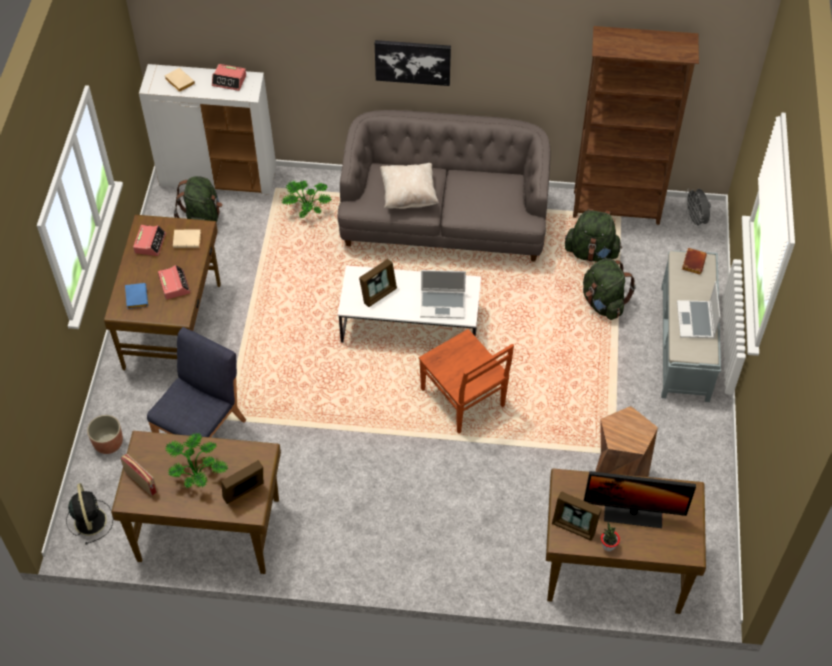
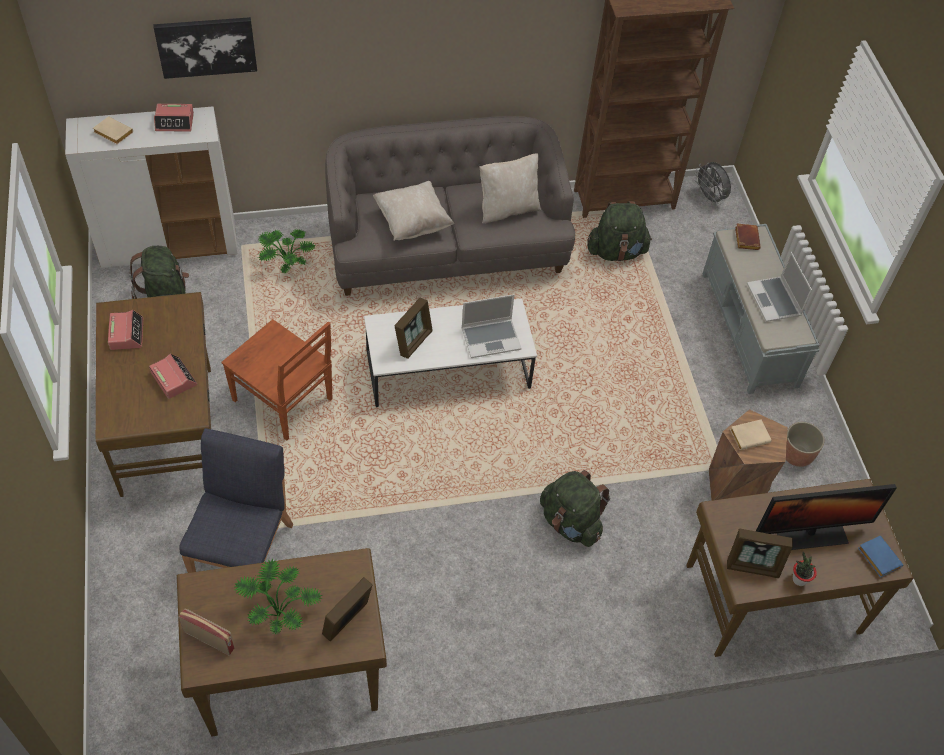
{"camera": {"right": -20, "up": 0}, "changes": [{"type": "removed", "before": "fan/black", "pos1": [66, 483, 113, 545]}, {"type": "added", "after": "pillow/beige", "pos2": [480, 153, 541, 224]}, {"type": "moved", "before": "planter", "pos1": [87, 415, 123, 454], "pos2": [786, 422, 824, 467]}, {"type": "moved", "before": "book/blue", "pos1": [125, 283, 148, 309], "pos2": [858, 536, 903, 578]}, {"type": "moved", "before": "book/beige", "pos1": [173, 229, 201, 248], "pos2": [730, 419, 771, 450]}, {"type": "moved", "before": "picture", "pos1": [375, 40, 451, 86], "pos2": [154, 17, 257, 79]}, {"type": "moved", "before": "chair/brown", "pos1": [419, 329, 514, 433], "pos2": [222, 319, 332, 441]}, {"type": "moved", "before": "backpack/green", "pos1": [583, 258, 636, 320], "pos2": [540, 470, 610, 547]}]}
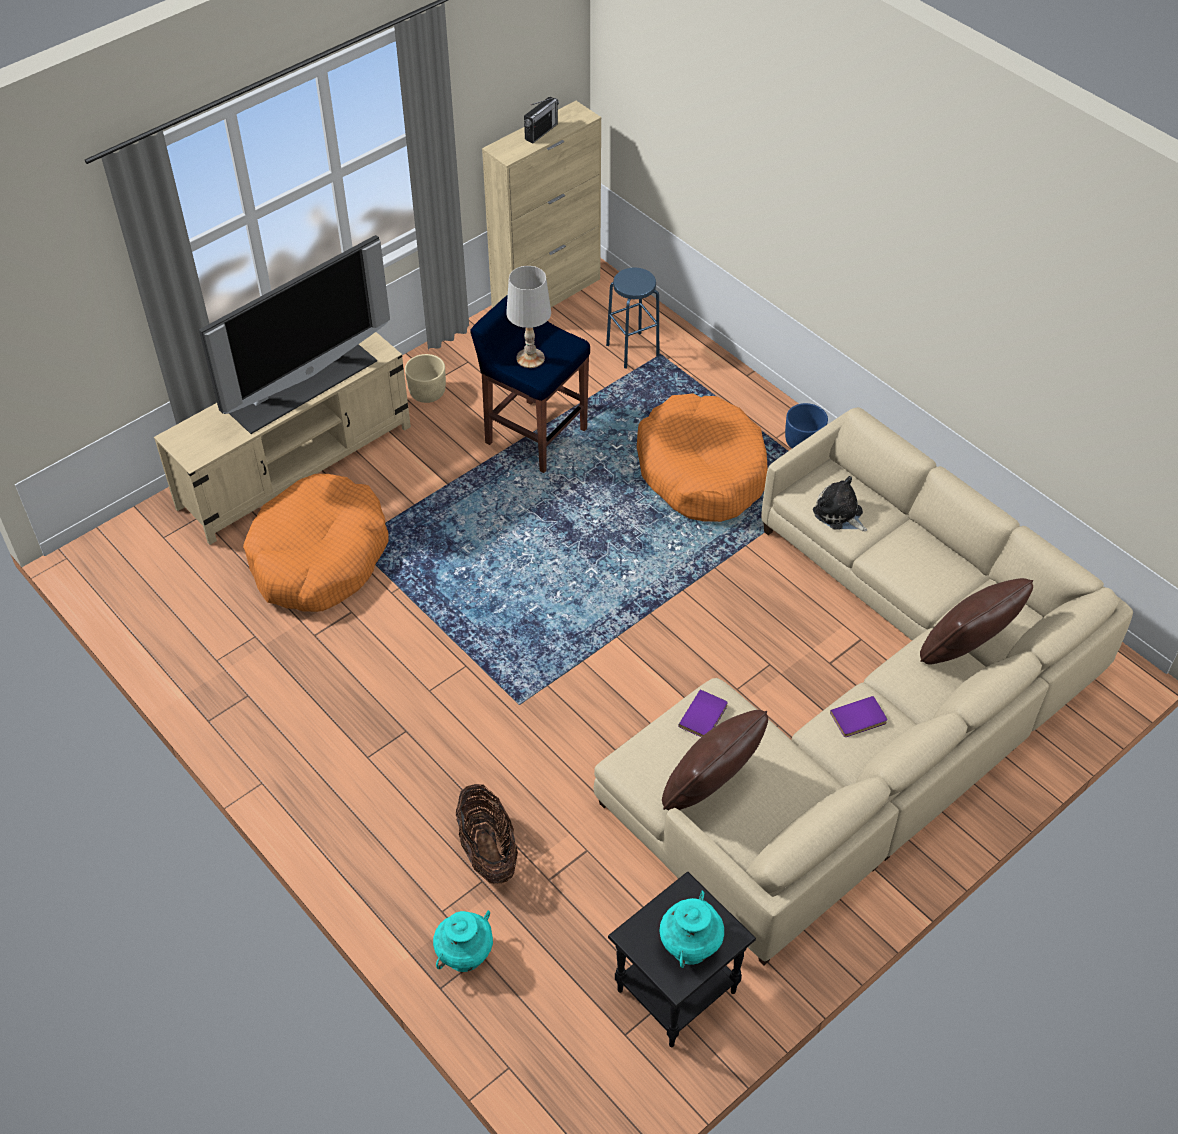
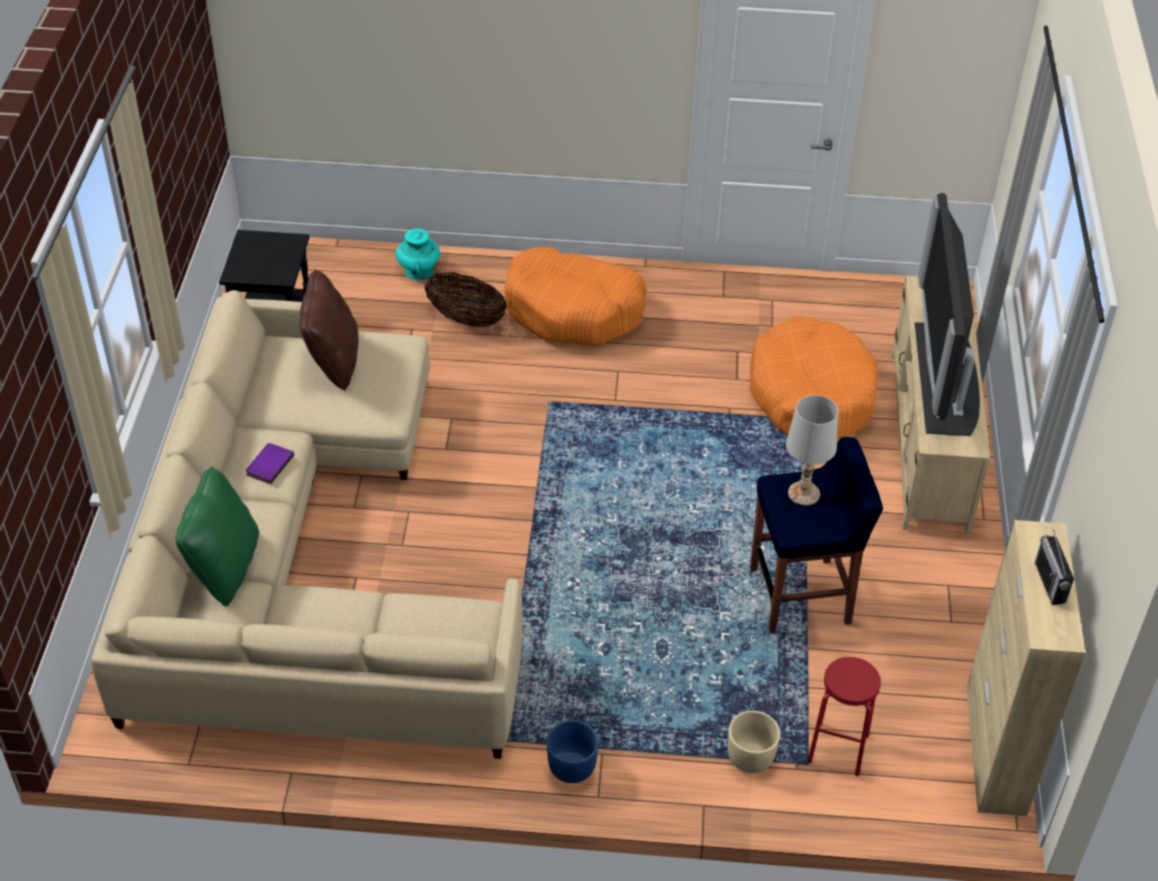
{"camera": {"right": 135, "up": -5}, "changes": [{"type": "removed", "before": "vase/turquoise", "pos1": [659, 891, 724, 968]}, {"type": "removed", "before": "book/purple", "pos1": [678, 689, 728, 737]}, {"type": "removed", "before": "plush toy", "pos1": [813, 476, 867, 531]}, {"type": "moved", "before": "planter/beige", "pos1": [405, 354, 446, 403], "pos2": [728, 711, 780, 773]}, {"type": "moved", "before": "dog bed/orange", "pos1": [637, 393, 768, 522], "pos2": [504, 247, 647, 345]}, {"type": "recoloured", "before": "stool/blue", "after": "stool/red", "pos1": [606, 268, 659, 369], "pos2": [807, 657, 881, 776]}, {"type": "recoloured", "before": "pillow/brown", "after": "pillow/green", "pos1": [920, 578, 1033, 665], "pos2": [176, 467, 259, 606]}]}
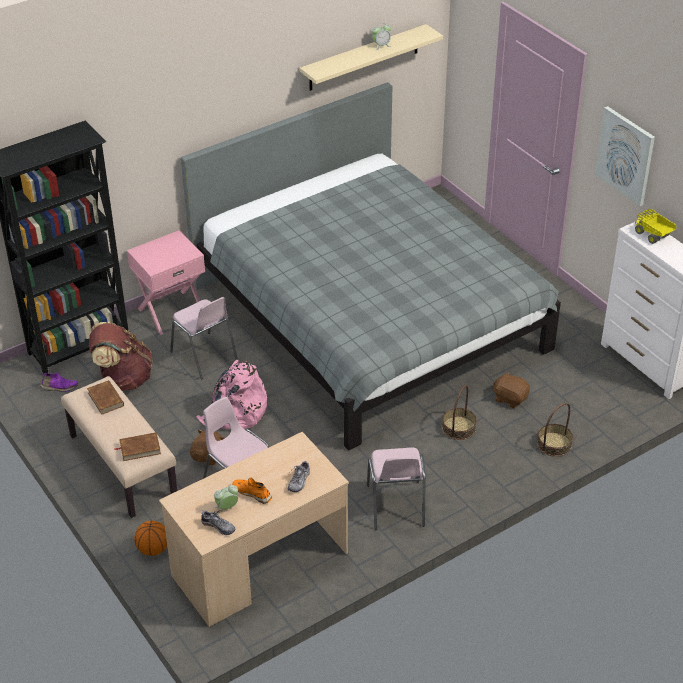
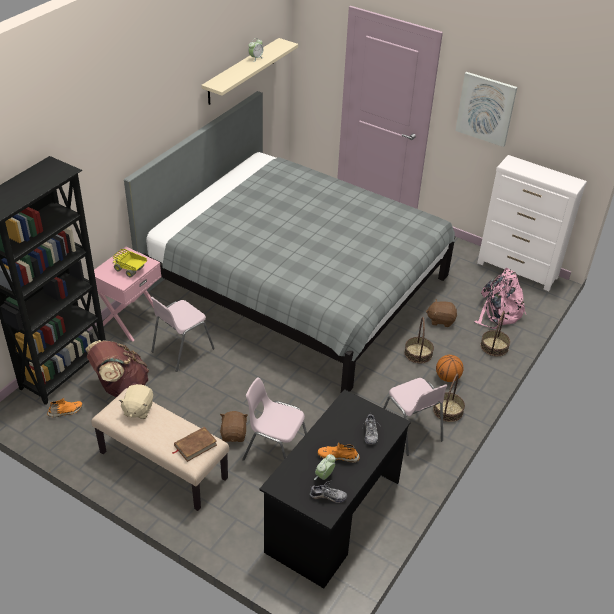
{"camera": {"right": -25, "up": 0}, "changes": [{"type": "added", "after": "basket", "pos2": [433, 374, 465, 422]}, {"type": "moved", "before": "basketball", "pos1": [134, 521, 167, 556], "pos2": [436, 355, 464, 382]}, {"type": "moved", "before": "backpack/pink", "pos1": [196, 360, 267, 430], "pos2": [475, 268, 526, 329]}, {"type": "moved", "before": "toy truck", "pos1": [635, 209, 676, 244], "pos2": [113, 249, 147, 278]}, {"type": "replaced", "before": "book/brown", "after": "plush toy/beige", "pos1": [87, 380, 124, 415], "pos2": [119, 384, 153, 419]}, {"type": "recoloured", "before": "shoe/purple", "after": "shoe/orange", "pos1": [40, 372, 78, 392], "pos2": [47, 398, 82, 417]}, {"type": "recoloured", "before": "desk/beige", "after": "desk/black", "pos1": [159, 432, 349, 627], "pos2": [260, 389, 411, 588]}, {"type": "turned", "before": "chair/pink", "pos1": [170, 297, 238, 379], "pos2": [151, 297, 215, 372], "turn": 105}]}
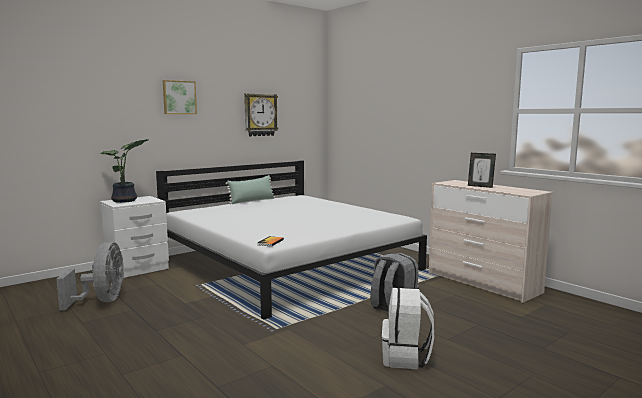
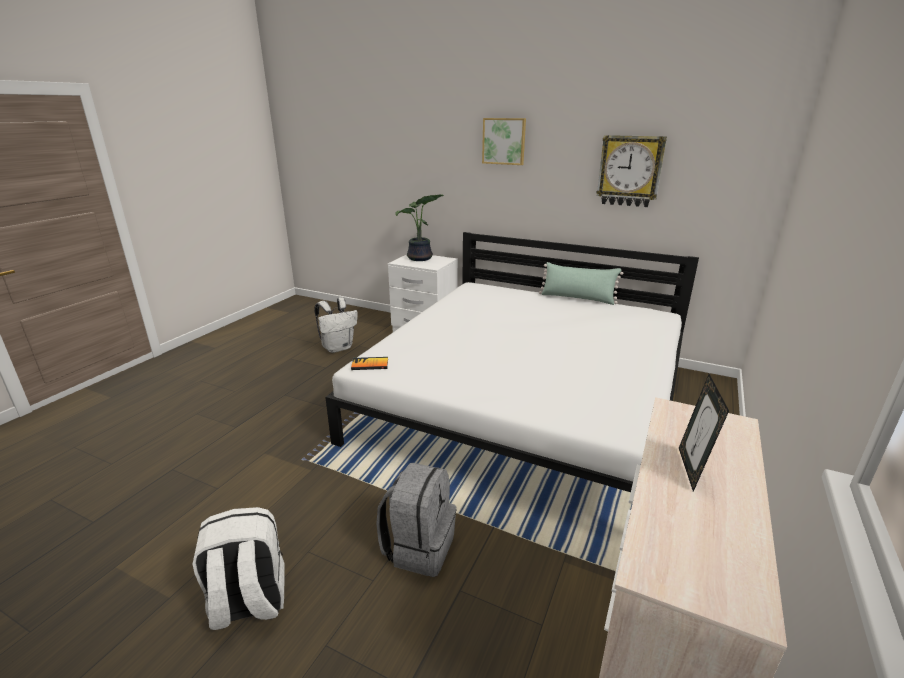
{"camera": {"right": 65, "up": 15}, "changes": [{"type": "replaced", "before": "fan/grey", "after": "backpack/white", "pos1": [56, 242, 124, 310], "pos2": [315, 297, 358, 353]}]}
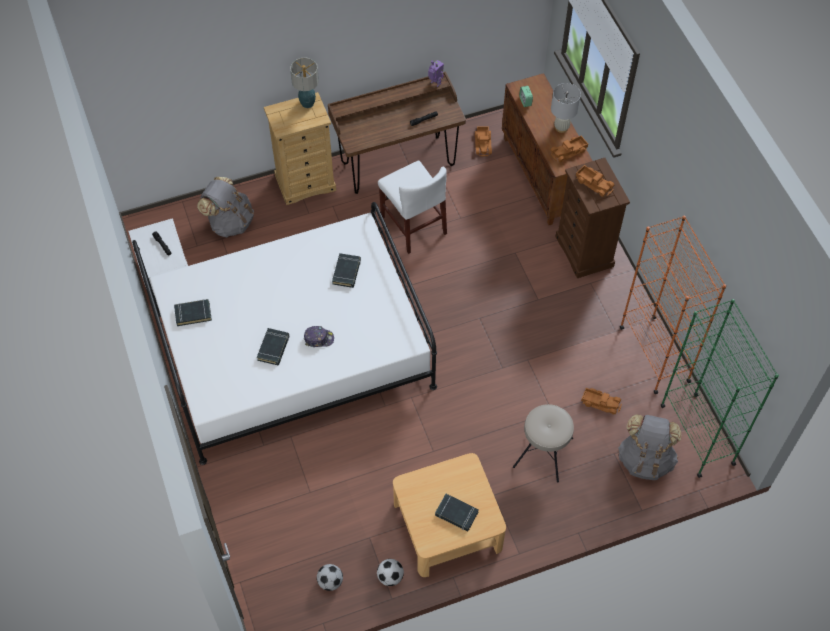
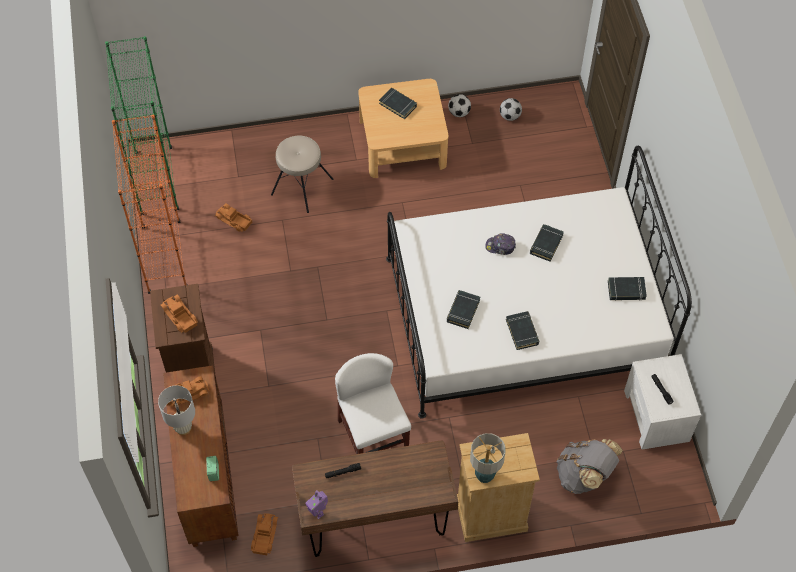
{"camera": {"right": -170, "up": 0}, "changes": [{"type": "removed", "before": "backpack/grey", "pos1": [618, 414, 681, 480]}, {"type": "added", "after": "book/black", "pos2": [506, 311, 539, 350]}]}
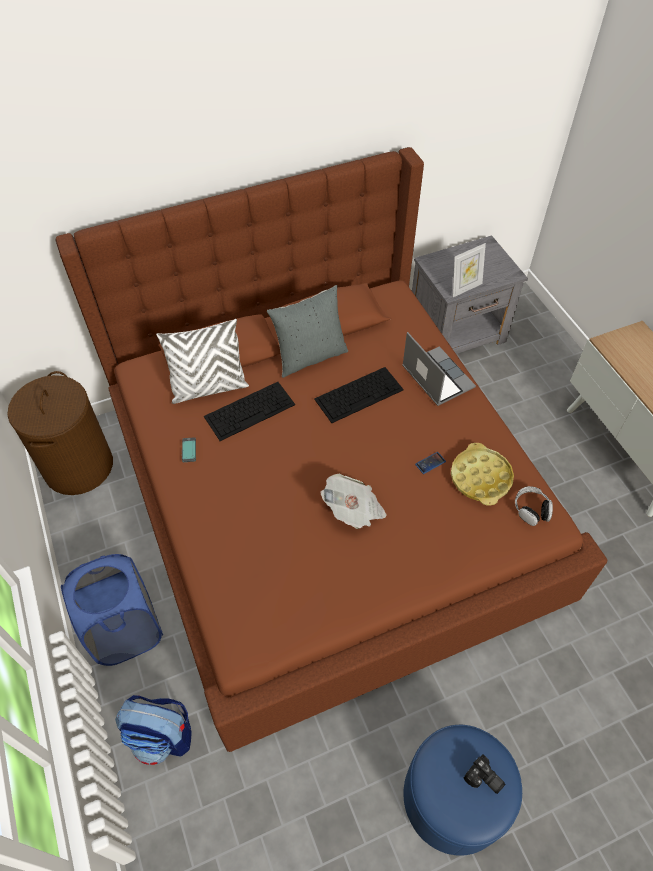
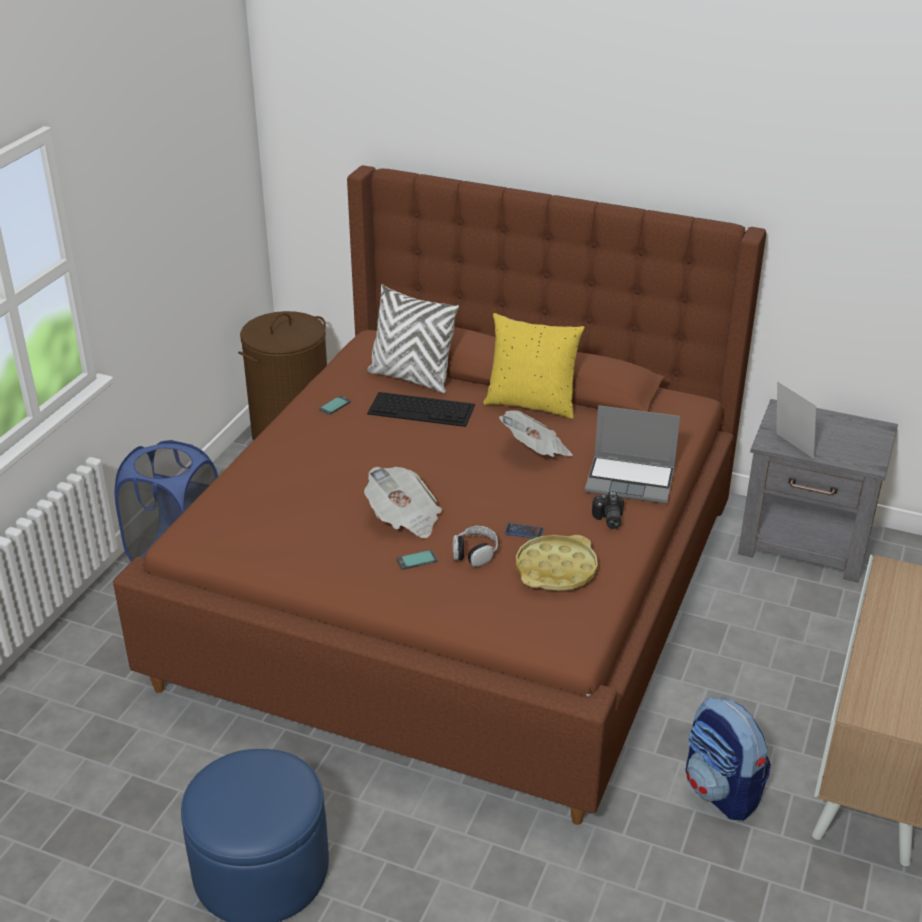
{"camera": {"right": 45, "up": -20}, "changes": [{"type": "added", "after": "phone", "pos2": [397, 550, 438, 570]}, {"type": "moved", "before": "backpack", "pos1": [115, 695, 192, 765], "pos2": [686, 697, 771, 821]}, {"type": "moved", "before": "photo camera", "pos1": [464, 755, 506, 794], "pos2": [592, 491, 624, 529]}, {"type": "moved", "before": "headphones", "pos1": [515, 486, 553, 526], "pos2": [453, 526, 498, 567]}, {"type": "replaced", "before": "keyboard", "after": "newspaper", "pos1": [314, 367, 404, 423], "pos2": [499, 410, 573, 457]}, {"type": "recoloured", "before": "pillow/grey", "after": "pillow/yellow", "pos1": [267, 285, 348, 378], "pos2": [483, 313, 585, 419]}, {"type": "turned", "before": "laptop", "pos1": [402, 332, 476, 406], "pos2": [585, 405, 680, 504], "turn": 90}, {"type": "turned", "before": "picture frame", "pos1": [453, 243, 486, 297], "pos2": [776, 381, 816, 459], "turn": -135}]}
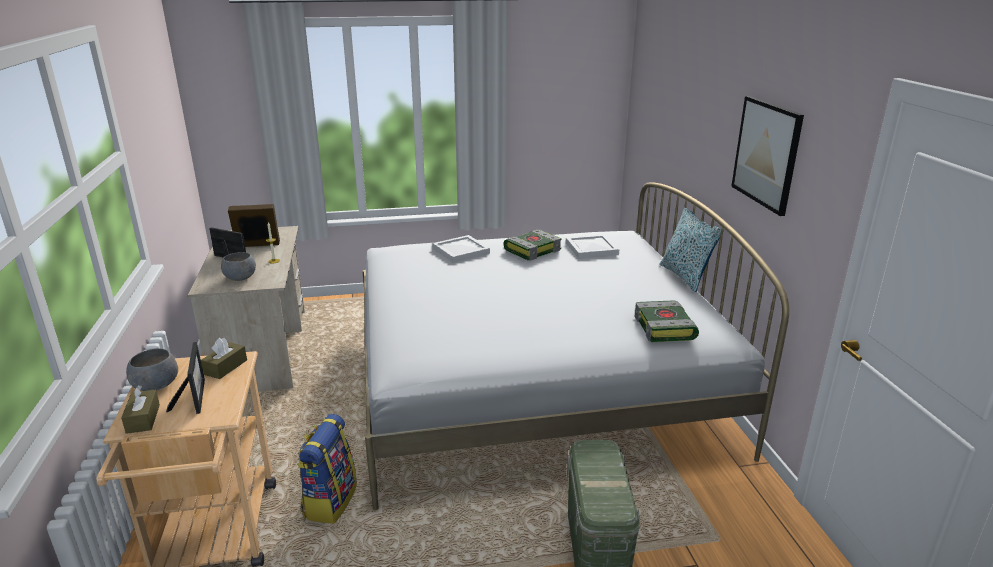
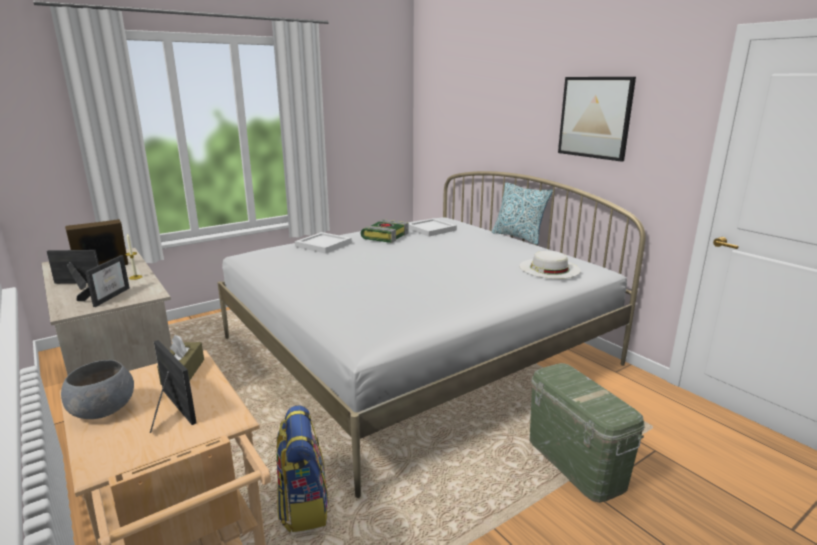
{"camera": {"right": -25, "up": -5}, "changes": [{"type": "removed", "before": "tissue box/brown", "pos1": [121, 385, 160, 434]}, {"type": "replaced", "before": "bowl/grey", "after": "picture frame", "pos1": [221, 252, 256, 281], "pos2": [77, 255, 130, 307]}, {"type": "replaced", "before": "book", "after": "hat/white", "pos1": [635, 300, 699, 342], "pos2": [520, 251, 581, 279]}]}
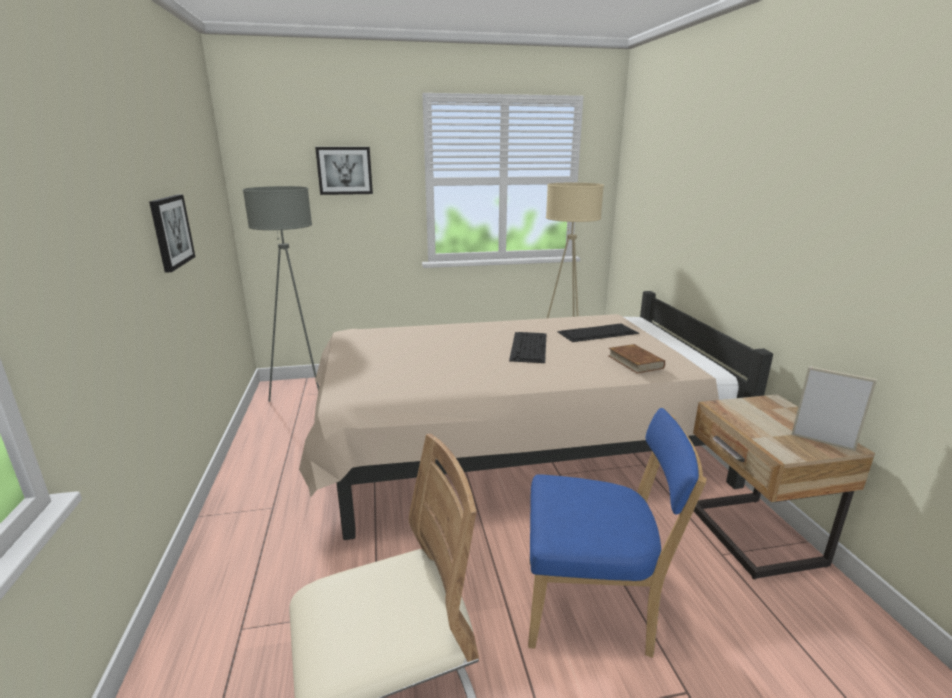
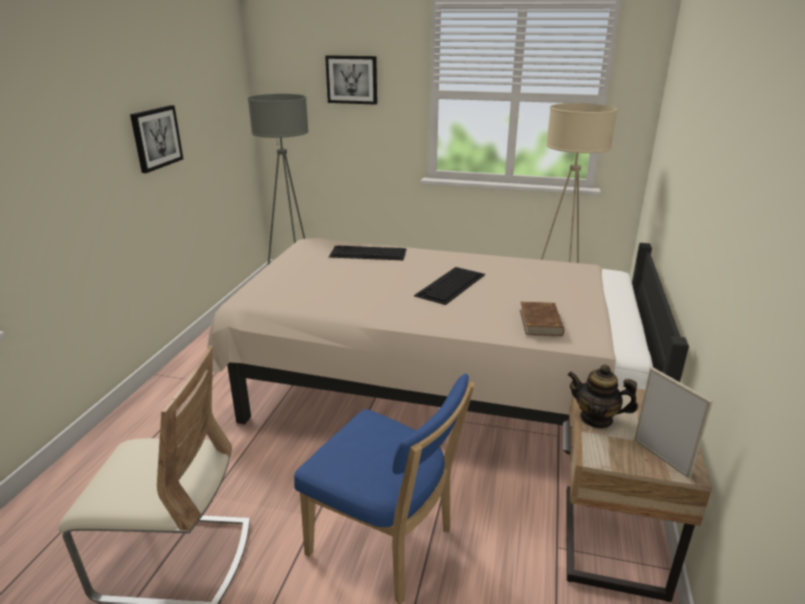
{"camera": {"right": 25, "up": 5}, "changes": [{"type": "added", "after": "teapot", "pos2": [567, 365, 638, 429]}, {"type": "moved", "before": "keyboard", "pos1": [557, 323, 639, 342], "pos2": [329, 245, 407, 260]}]}
